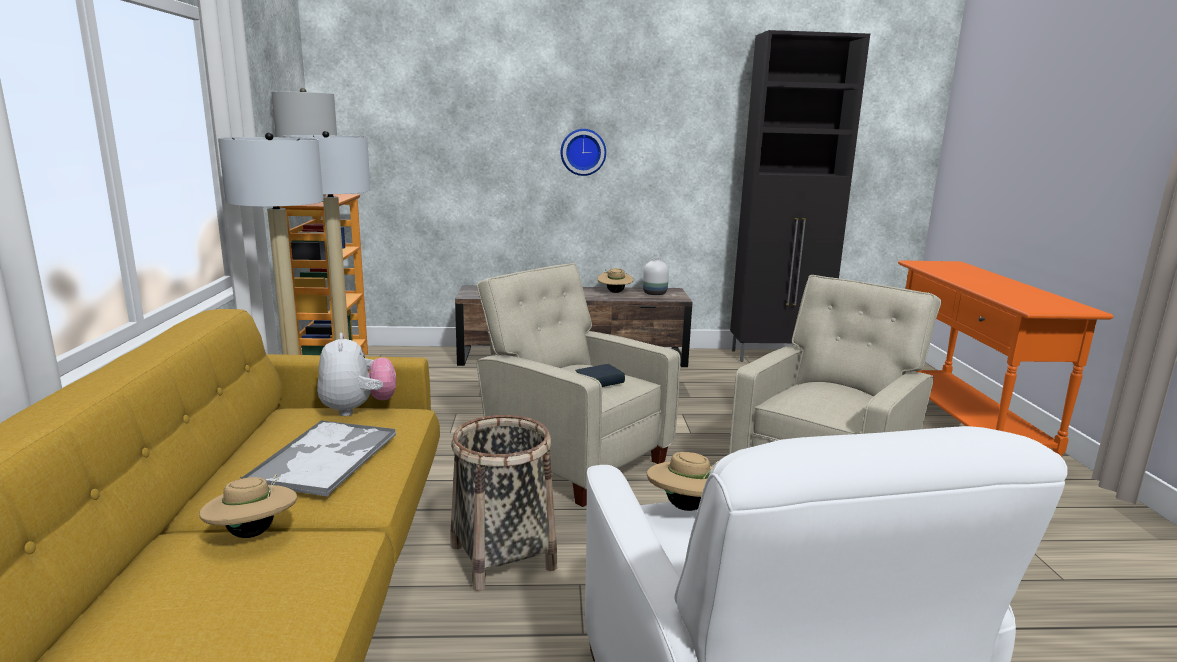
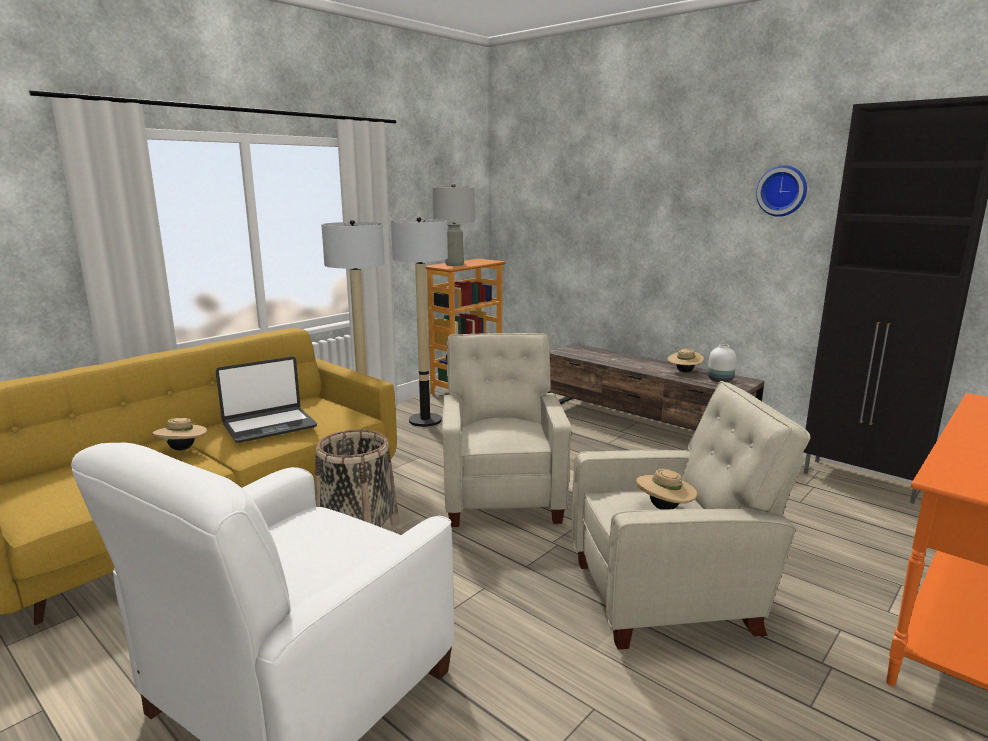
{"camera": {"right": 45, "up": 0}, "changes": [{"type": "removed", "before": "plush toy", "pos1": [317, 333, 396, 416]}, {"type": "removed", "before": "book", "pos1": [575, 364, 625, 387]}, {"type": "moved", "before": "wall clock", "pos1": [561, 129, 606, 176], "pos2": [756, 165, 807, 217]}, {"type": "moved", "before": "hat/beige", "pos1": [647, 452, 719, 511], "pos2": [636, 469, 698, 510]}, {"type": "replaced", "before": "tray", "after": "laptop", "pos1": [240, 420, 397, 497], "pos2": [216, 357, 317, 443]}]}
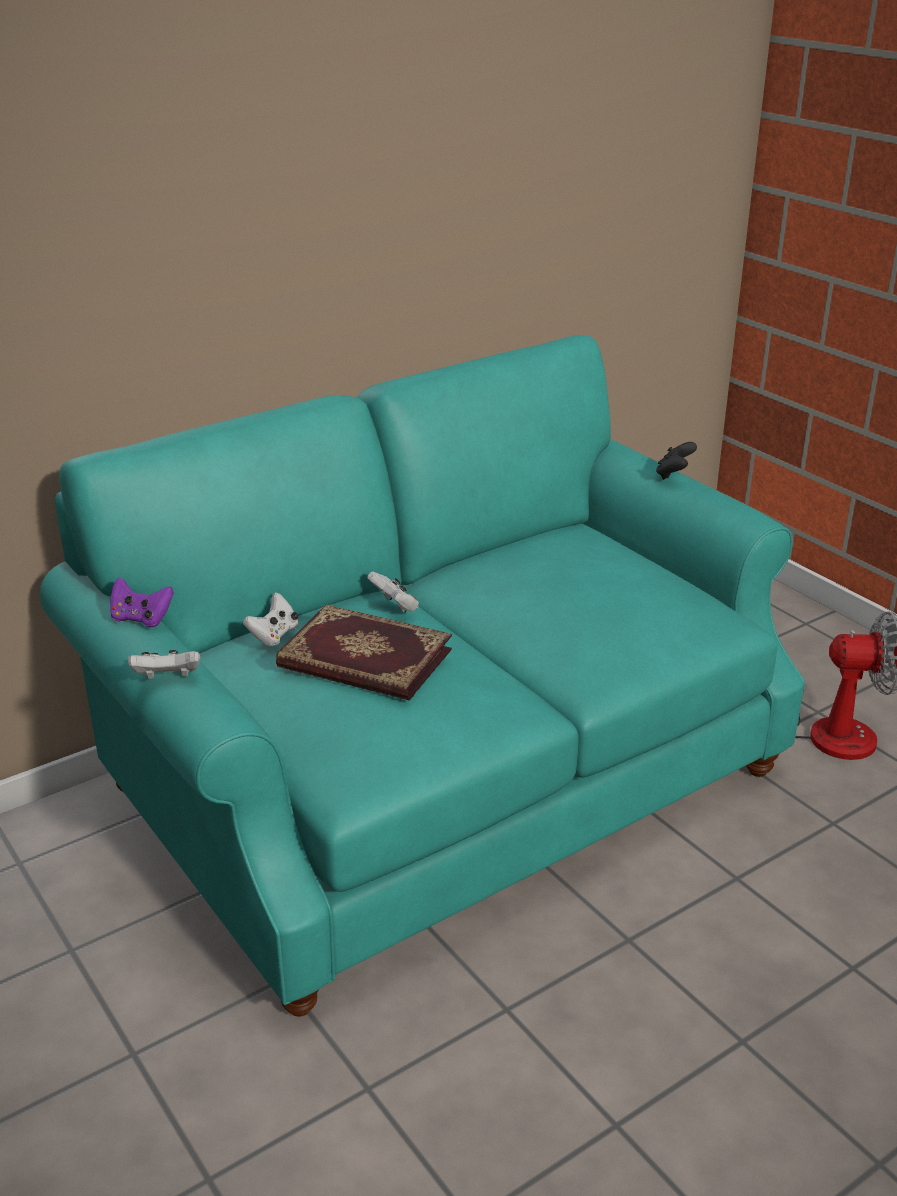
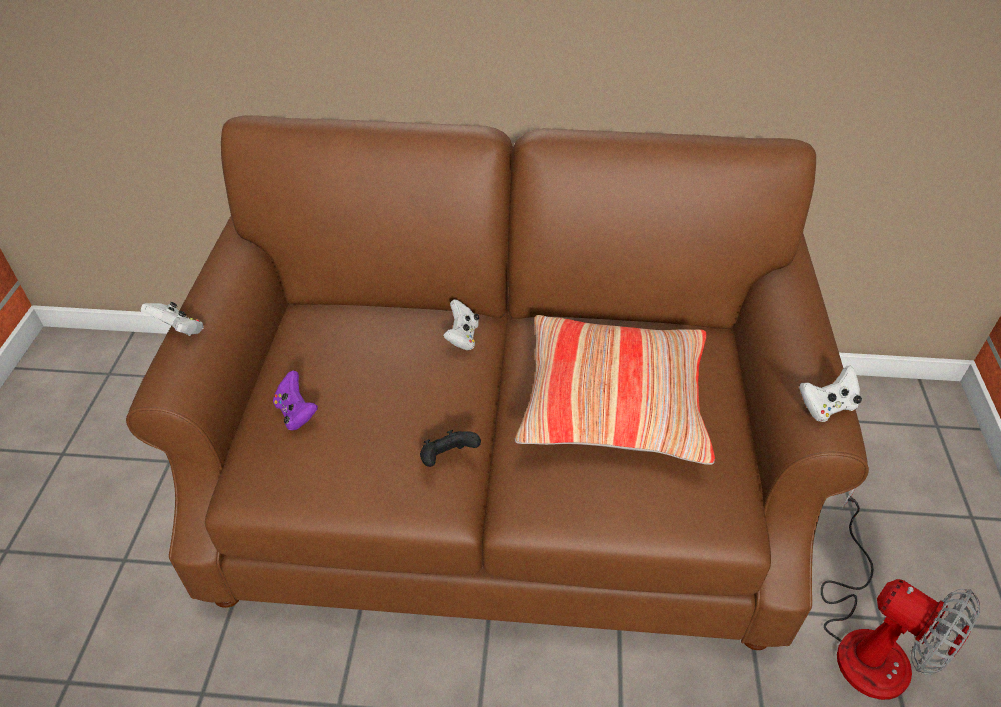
{"camera": {"right": 40, "up": 15}, "changes": [{"type": "removed", "before": "book", "pos1": [276, 605, 452, 700]}, {"type": "added", "after": "pillow", "pos2": [515, 315, 715, 465]}, {"type": "moved", "before": "game controller/purple", "pos1": [110, 577, 174, 627], "pos2": [273, 371, 318, 431]}, {"type": "moved", "before": "game controller/white", "pos1": [243, 592, 298, 647], "pos2": [799, 366, 862, 422]}, {"type": "moved", "before": "game controller/black", "pos1": [656, 442, 697, 480], "pos2": [420, 430, 481, 467]}, {"type": "recoloured", "before": "sofa/turquoise", "after": "sofa/brown", "pos1": [40, 335, 805, 1017], "pos2": [126, 115, 869, 650]}]}
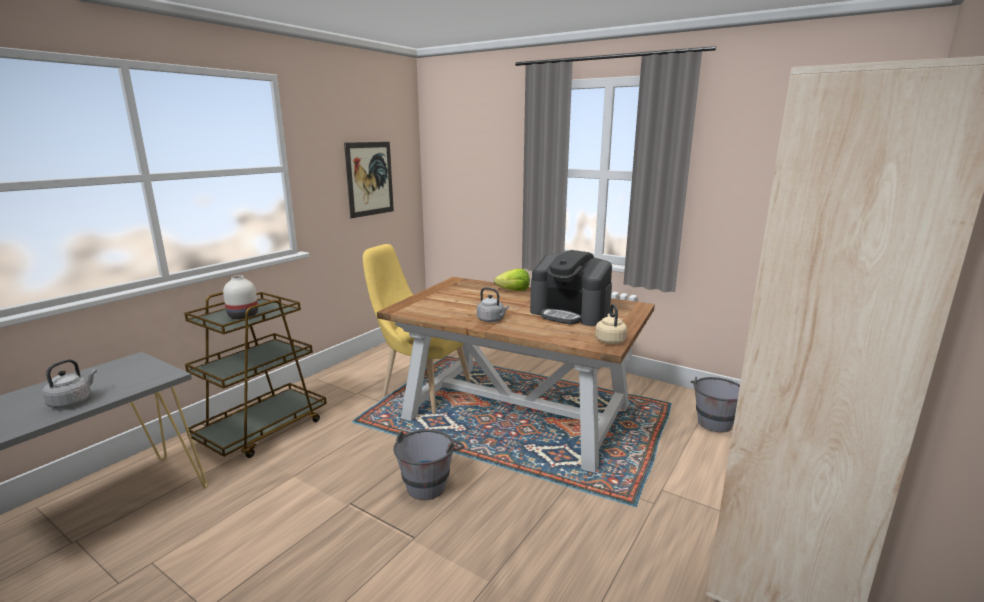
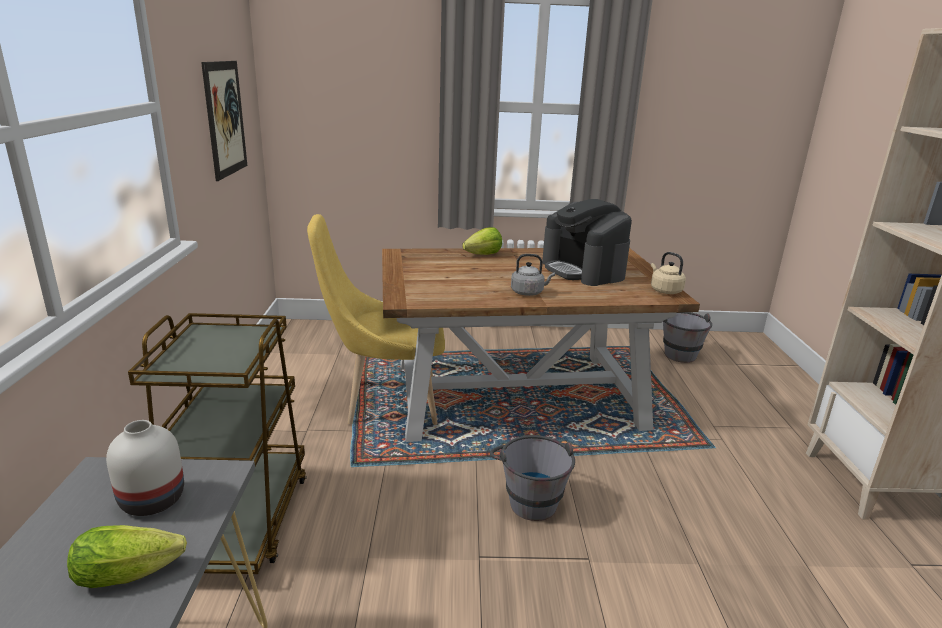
{"camera": {"right": -35, "up": 5}, "changes": [{"type": "moved", "before": "vase/white", "pos1": [223, 275, 258, 319], "pos2": [106, 420, 184, 516]}, {"type": "replaced", "before": "kettle/grey", "after": "lettuce", "pos1": [42, 359, 97, 408], "pos2": [67, 525, 187, 588]}, {"type": "turned", "before": "coffee machine", "pos1": [530, 250, 612, 326], "pos2": [542, 199, 632, 286], "turn": 60}]}
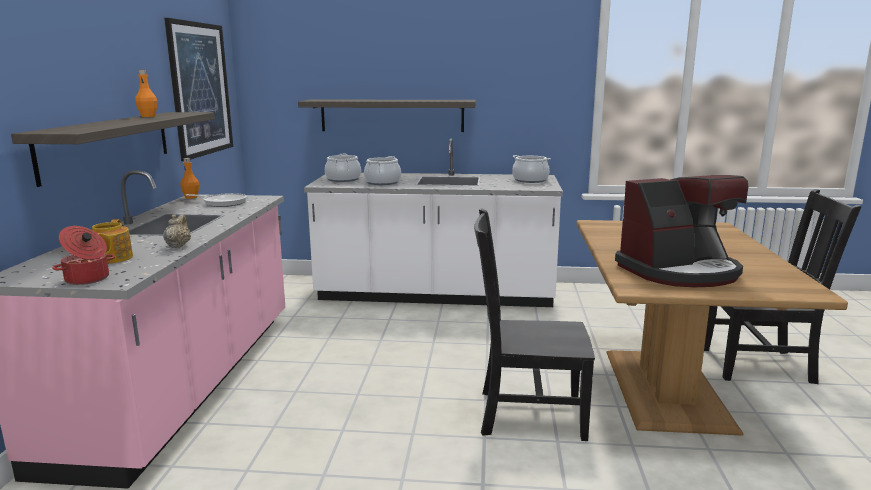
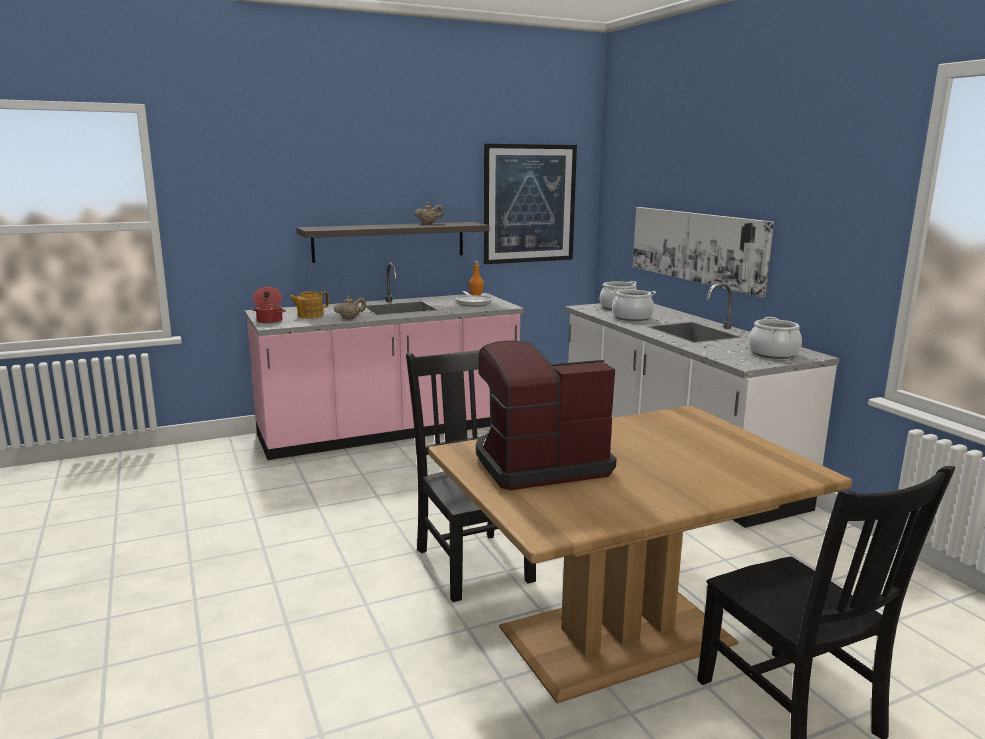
{"camera": {"right": 60, "up": 0}, "changes": [{"type": "replaced", "before": "bottle/orange", "after": "teapot/beige", "pos1": [135, 70, 157, 117], "pos2": [414, 202, 443, 224]}, {"type": "replaced", "before": "shelf", "after": "picture", "pos1": [298, 100, 476, 132], "pos2": [633, 207, 774, 297]}, {"type": "turned", "before": "coffee machine", "pos1": [615, 175, 748, 287], "pos2": [476, 341, 617, 490], "turn": 120}]}
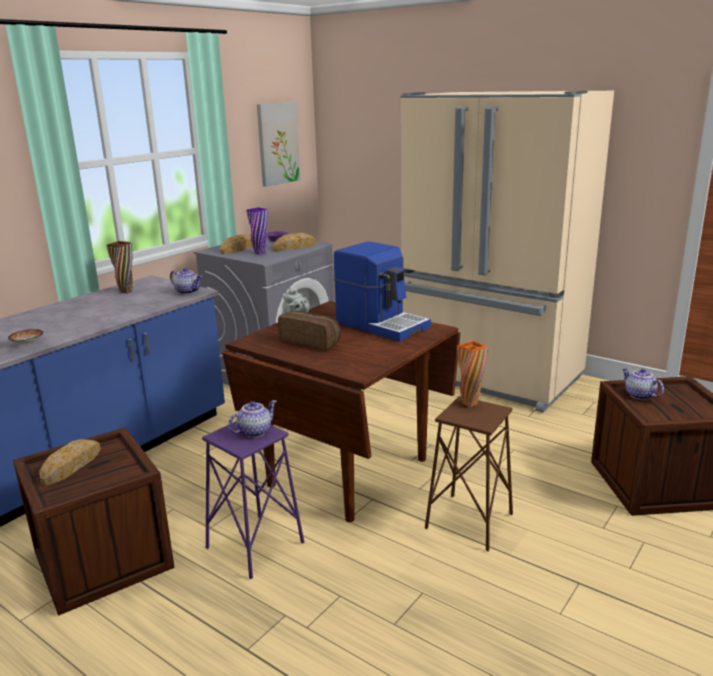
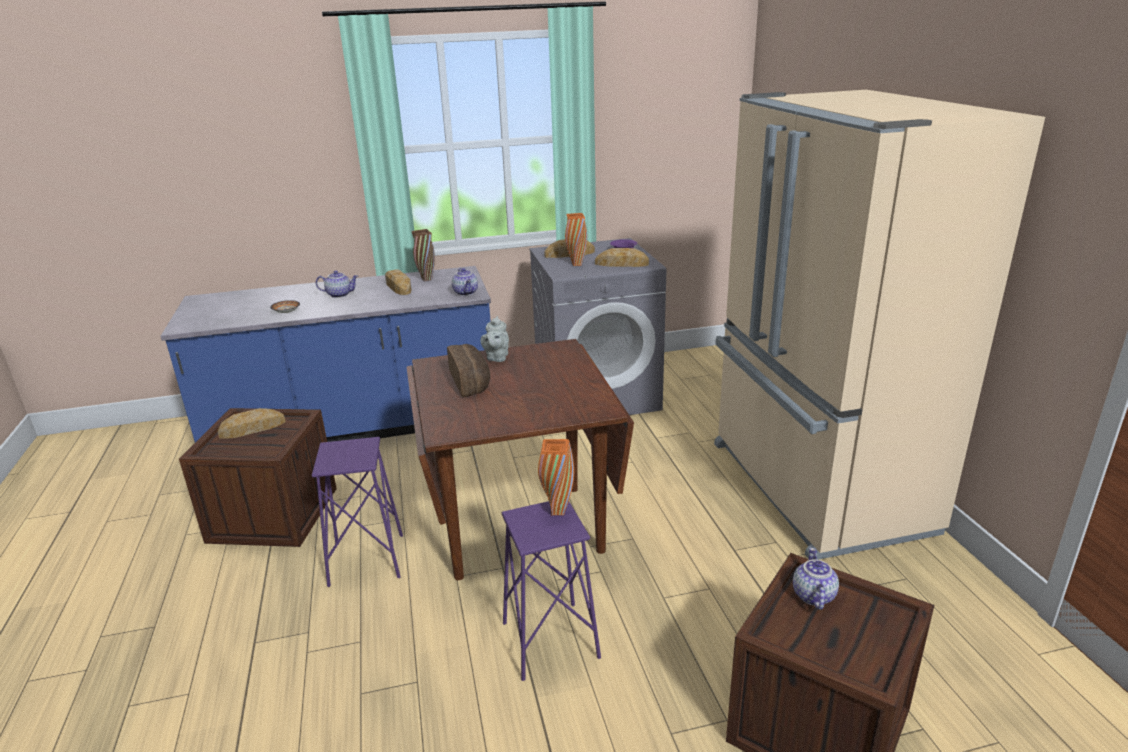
{"camera": {"right": 40, "up": 5}, "changes": [{"type": "removed", "before": "picture", "pos1": [257, 102, 300, 187]}, {"type": "removed", "before": "coffee machine", "pos1": [334, 242, 431, 342]}, {"type": "added", "after": "bread", "pos2": [385, 269, 411, 295]}, {"type": "moved", "before": "teapot", "pos1": [228, 400, 277, 437], "pos2": [316, 270, 358, 298]}, {"type": "recoloured", "before": "vase/purple", "after": "vase/orange", "pos1": [246, 207, 267, 255], "pos2": [565, 213, 587, 266]}, {"type": "recoloured", "before": "stool/brown", "after": "stool/purple", "pos1": [425, 396, 513, 551], "pos2": [502, 501, 601, 681]}]}
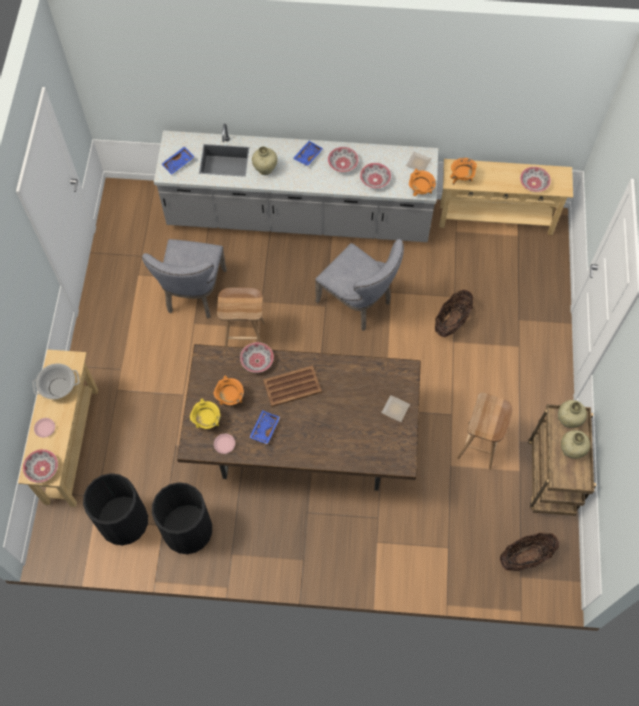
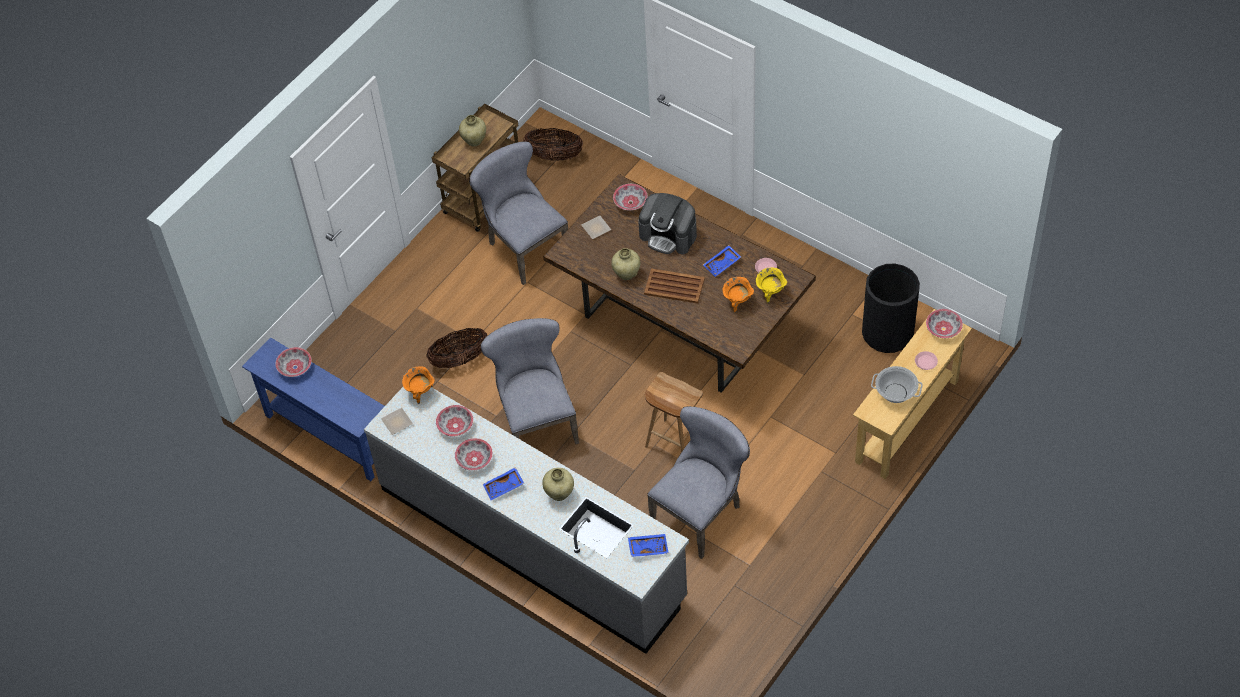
{"camera": {"right": -145, "up": -10}, "changes": [{"type": "removed", "before": "trash can/black", "pos1": [152, 482, 212, 554]}, {"type": "removed", "before": "cooking pot/orange", "pos1": [450, 158, 477, 185]}, {"type": "added", "after": "coffee machine", "pos2": [638, 193, 697, 254]}, {"type": "moved", "before": "bowl", "pos1": [240, 342, 274, 373], "pos2": [613, 184, 648, 210]}, {"type": "moved", "before": "vase/beige", "pos1": [558, 400, 587, 428], "pos2": [611, 248, 640, 280]}, {"type": "replaced", "before": "stool/brown", "after": "chair/grey", "pos1": [457, 393, 512, 470], "pos2": [469, 141, 568, 285]}, {"type": "recoloured", "before": "console table/beige", "after": "console table/blue", "pos1": [439, 159, 573, 235], "pos2": [242, 337, 385, 481]}]}
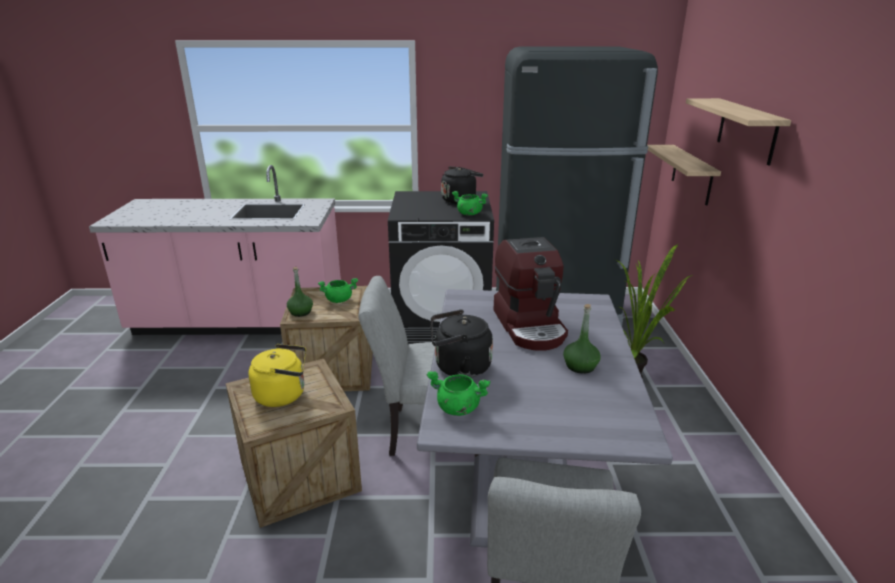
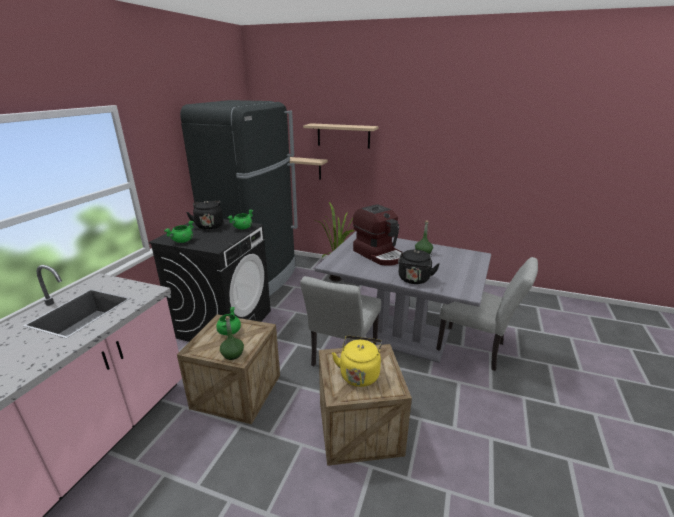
{"camera": {"right": -70, "up": 0}, "changes": [{"type": "moved", "before": "cooking pot/green", "pos1": [426, 371, 490, 416], "pos2": [164, 221, 194, 243]}, {"type": "turned", "before": "coffee machine", "pos1": [494, 237, 568, 351], "pos2": [353, 204, 403, 266], "turn": 45}]}
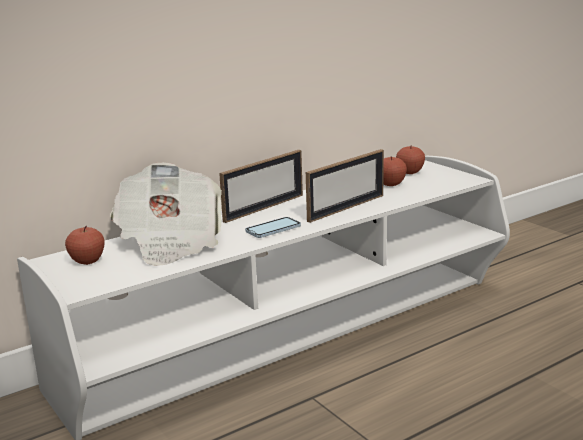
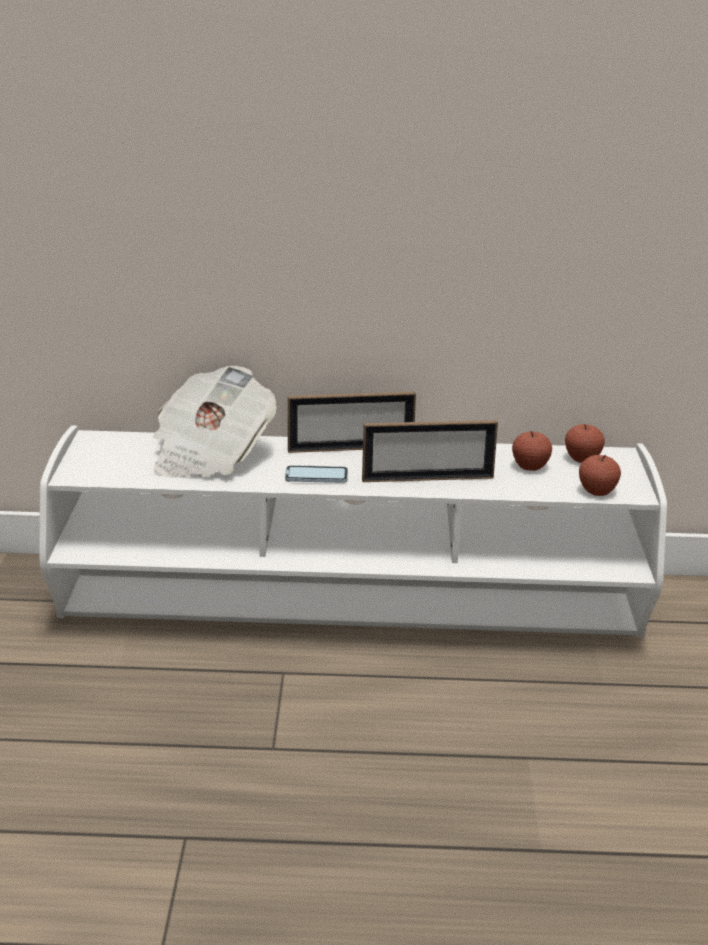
{"camera": {"right": 35, "up": 5}, "changes": [{"type": "moved", "before": "apple", "pos1": [65, 226, 105, 265], "pos2": [579, 455, 621, 496]}]}
